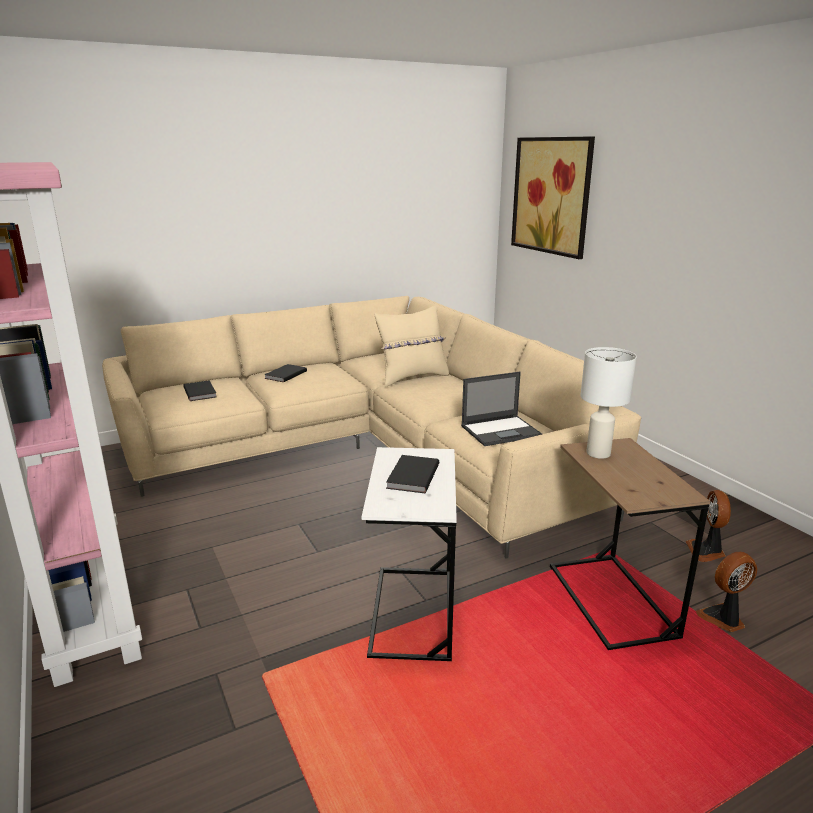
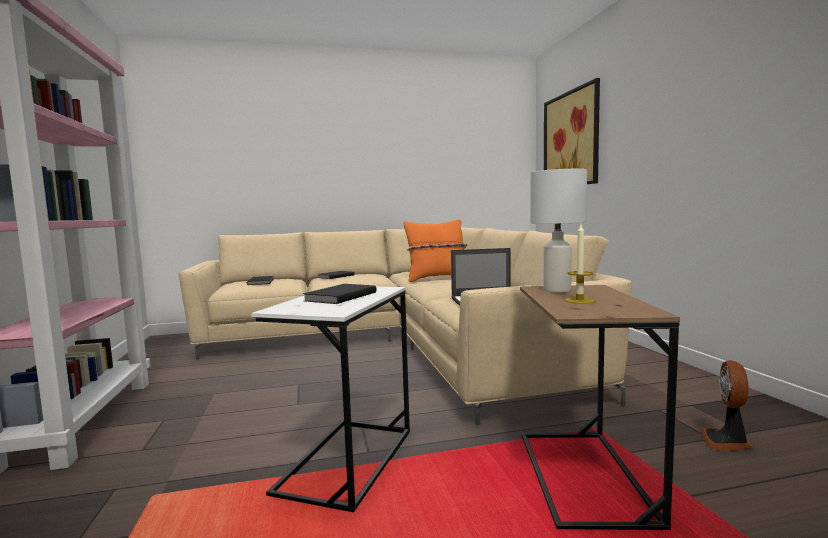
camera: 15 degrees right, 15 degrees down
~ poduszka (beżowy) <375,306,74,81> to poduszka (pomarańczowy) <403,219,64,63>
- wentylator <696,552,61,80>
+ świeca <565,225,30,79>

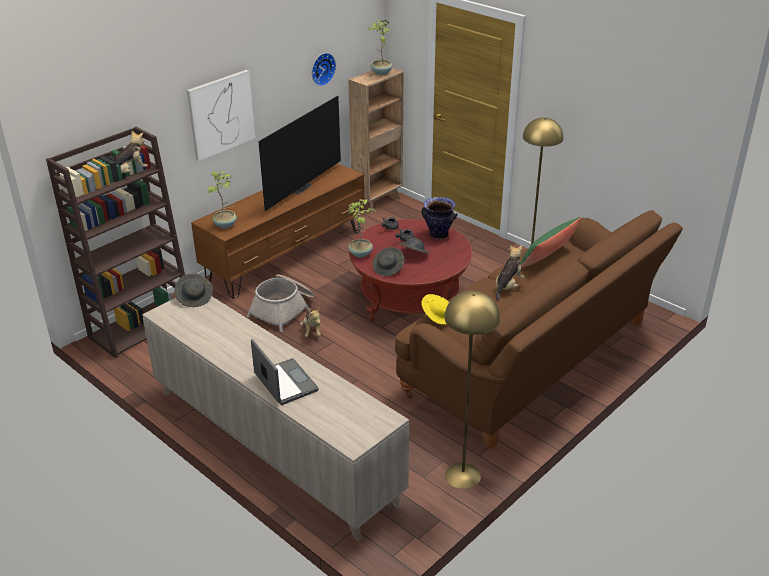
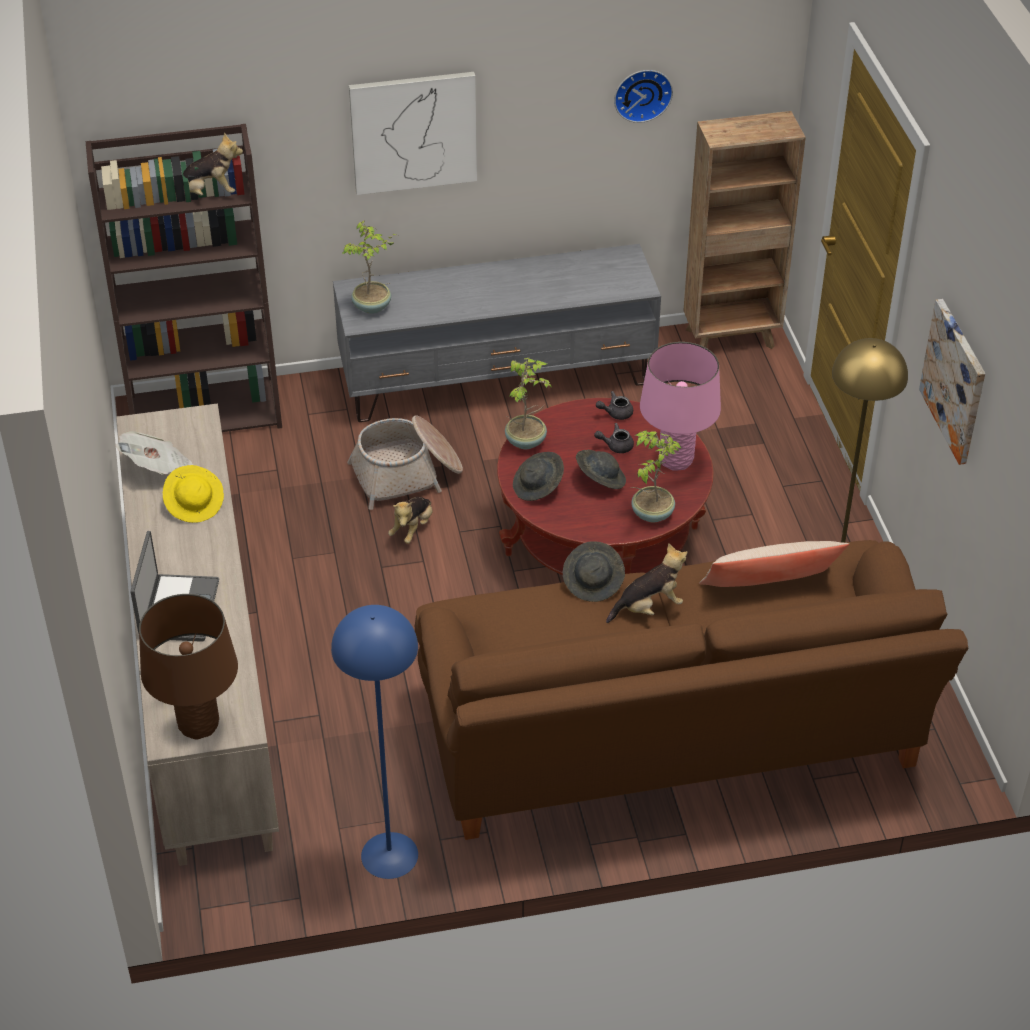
camera: 35 degrees right, 10 degrees up
~ kapelusz (szary) <174,273,39,34> to <563,541,62,61>
~ szafka pod telewizor (brązowy) <191,163,174,136> to szafka pod telewizor (szary) <333,244,328,178>
- telewizor <258,96,83,115>
~ roślina doniczkowa <368,20,24,55> to <630,430,52,92>
~ wazon <422,197,36,42> to lampa stołowa (różowy) <640,342,81,129>
~ kapelusz (żółty) <422,294,27,31> to <163,465,61,58>
~ lampa stojąca (żółty) <445,290,55,199> to lampa stojąca (niebieski) <331,605,87,274>
~ poduszka (zielony) <520,217,61,51> to poduszka (beżowy) <699,541,150,46>
+ gazeta <115,431,79,44>
+ lampa stołowa (brązowy) <139,594,99,146>
+ obraz <919,299,66,166>

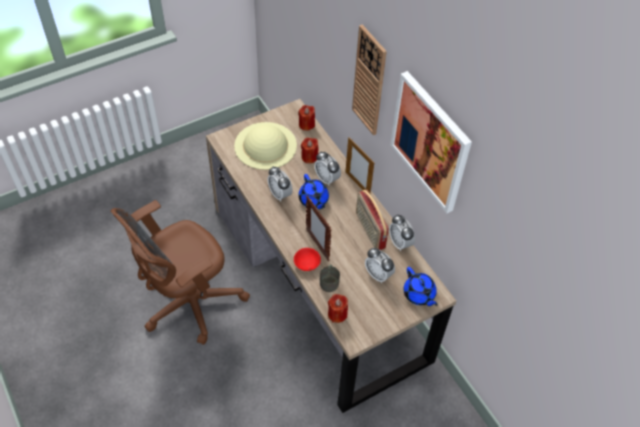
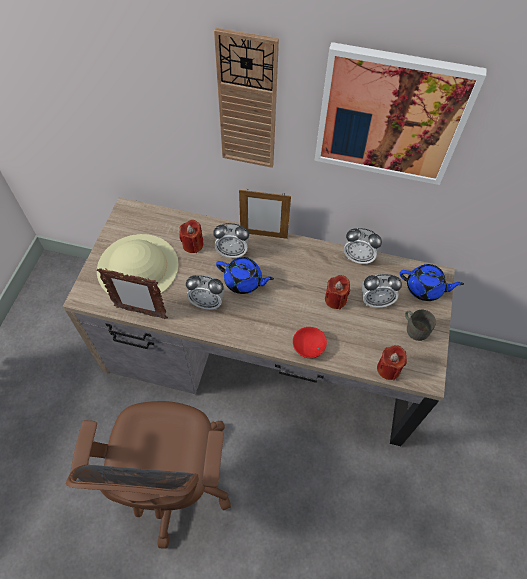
camera: 45 degrees left, 5 degrees up
~ świeca (czerwony) <298,105,17,25> to <325,275,25,34>
~ ramka na zdjęcie <306,196,26,65> to <97,268,71,51>
~ kubek (szary) <320,264,20,28> to <405,310,31,31>
- radio <356,190,33,60>

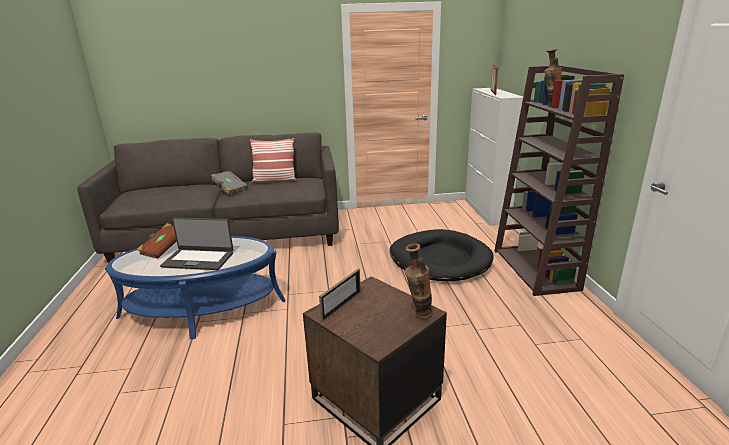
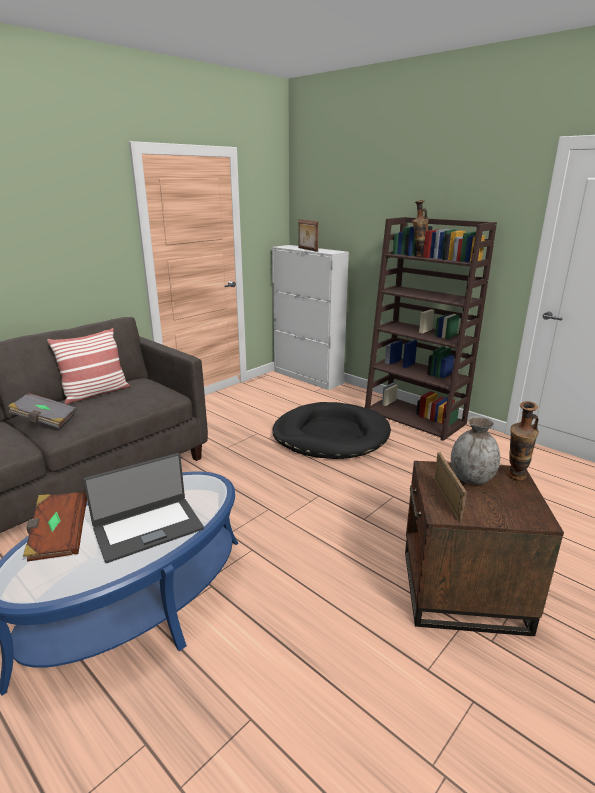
camera: 40 degrees left, 0 degrees up
+ wazon (szary) <451,416,49,69>

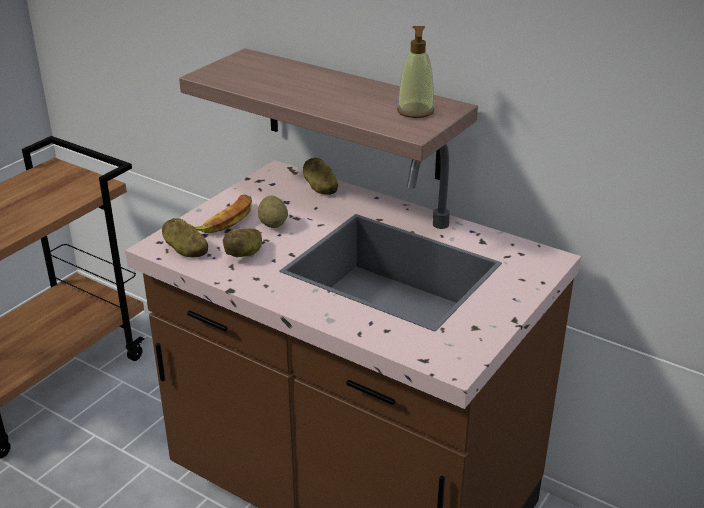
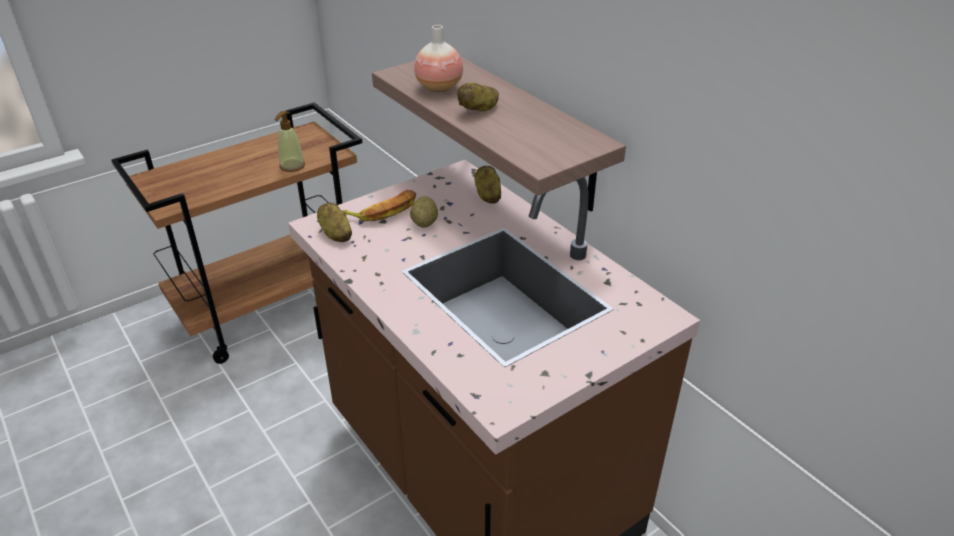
camera: 20 degrees right, 5 degrees up
~ ziemniak <223,228,39,29> to <457,83,42,28>
~ dozownik mydła <397,26,37,92> to <275,111,30,61>
+ wazon <414,25,49,67>

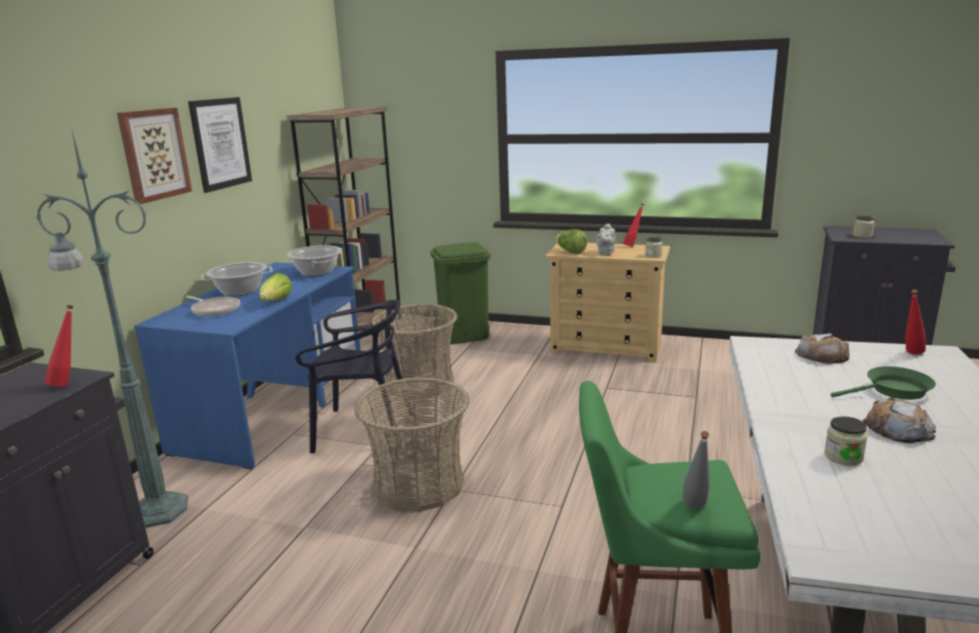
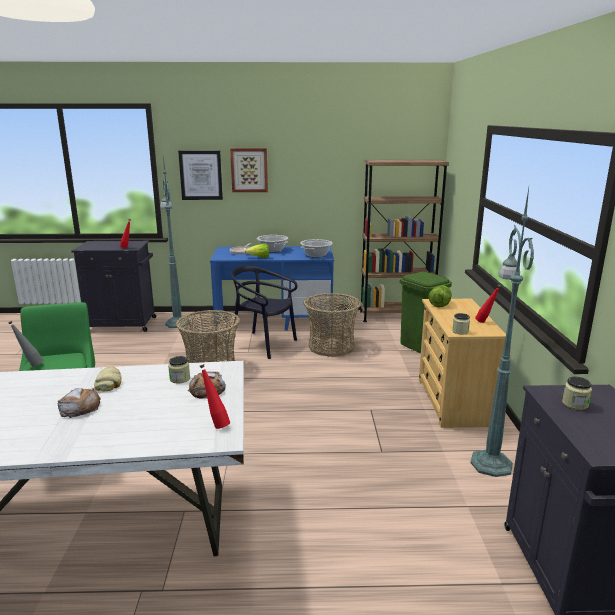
camera: 70 degrees right, 0 degrees up
~ obraz <188,97,64,96> to <178,151,45,49>
~ krzesło (czarny) <295,300,117,153> = <231,265,67,94> 135 degrees clockwise
- imbryk (szary) <595,223,21,32>
~ słoik <824,416,44,50> to <168,356,22,27>
- patelnia (zielony) <831,366,105,34>
+ chleb <94,366,28,25>
+ lampa stojąca (zielony) <471,188,63,289>

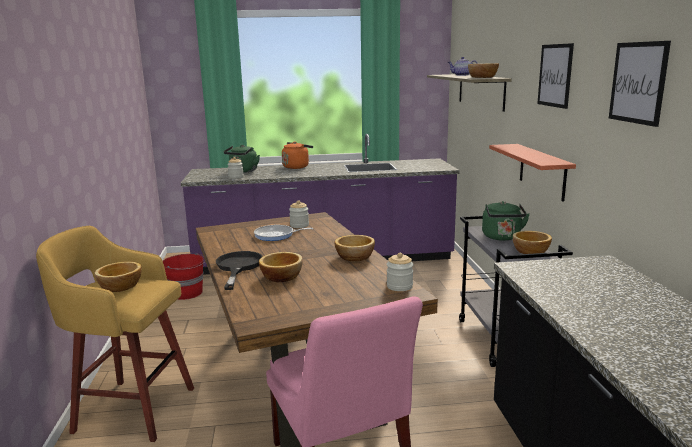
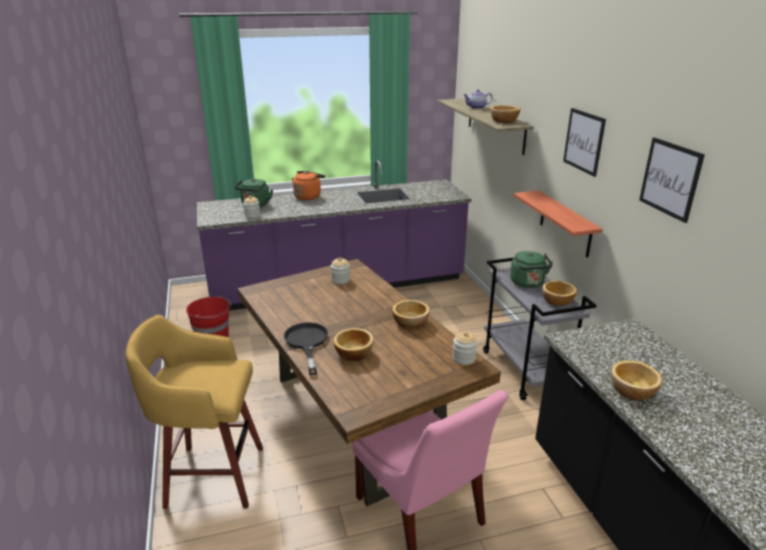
camera: 10 degrees left, 10 degrees up
~ miska <95,261,47,31> to <611,360,51,41>
- patelnia <254,225,59,16>

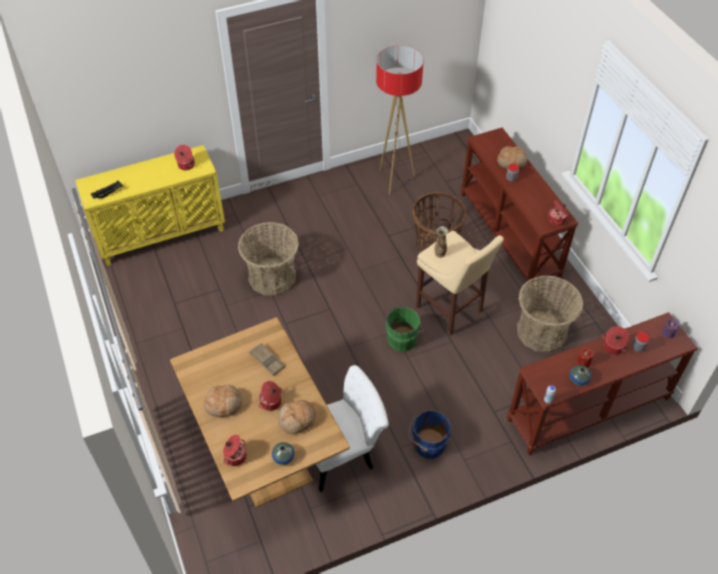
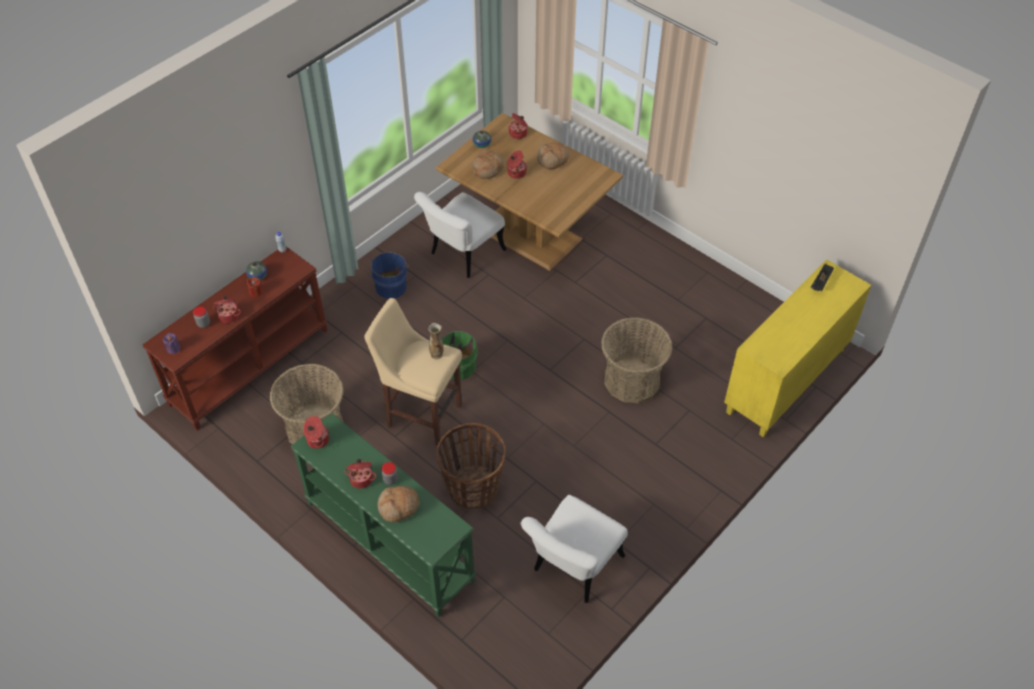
camera: 155 degrees right, 0 degrees up
~ garnek <174,145,21,25> to <345,459,31,29>
- taca (brązowy) <249,343,36,33>
~ lampa stojąca <376,46,47,148> to krzesło (biały) <521,495,107,108>
~ stolik konsolowy (brązowy) <461,128,118,157> to stolik konsolowy (zielony) <291,413,185,204>

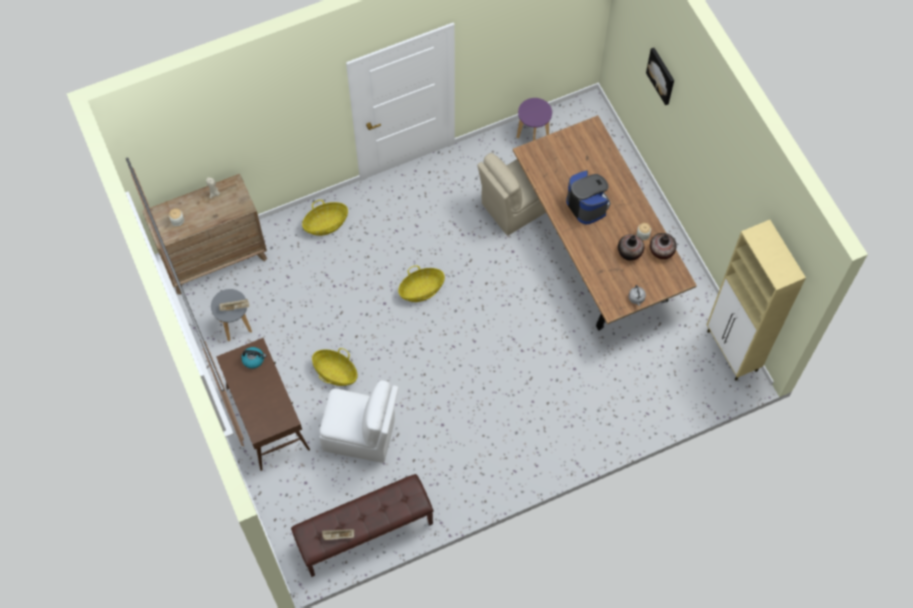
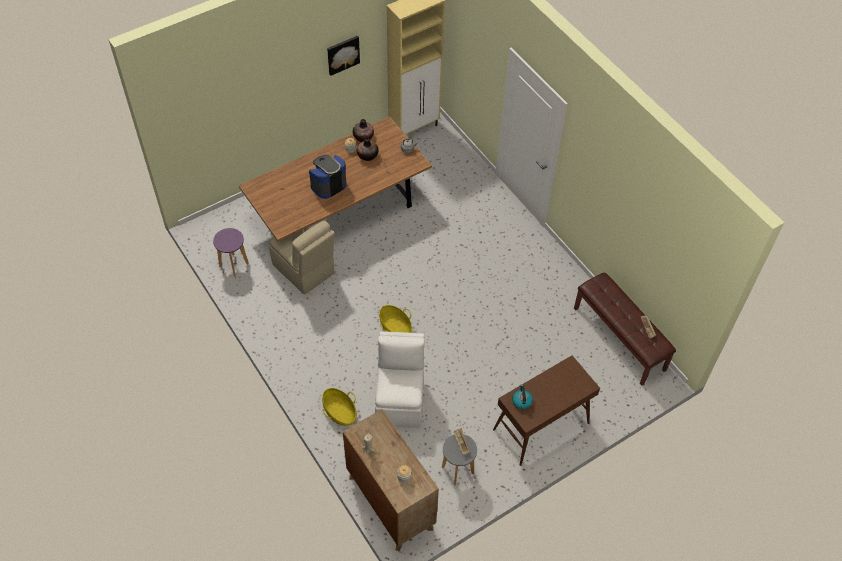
camera: 100 degrees left, 10 degrees down
- koszyk <312,348,45,38>
~ krzesło (biały) <319,380,80,83> to <375,331,50,97>
~ obraz <646,48,28,57> to <327,36,33,40>

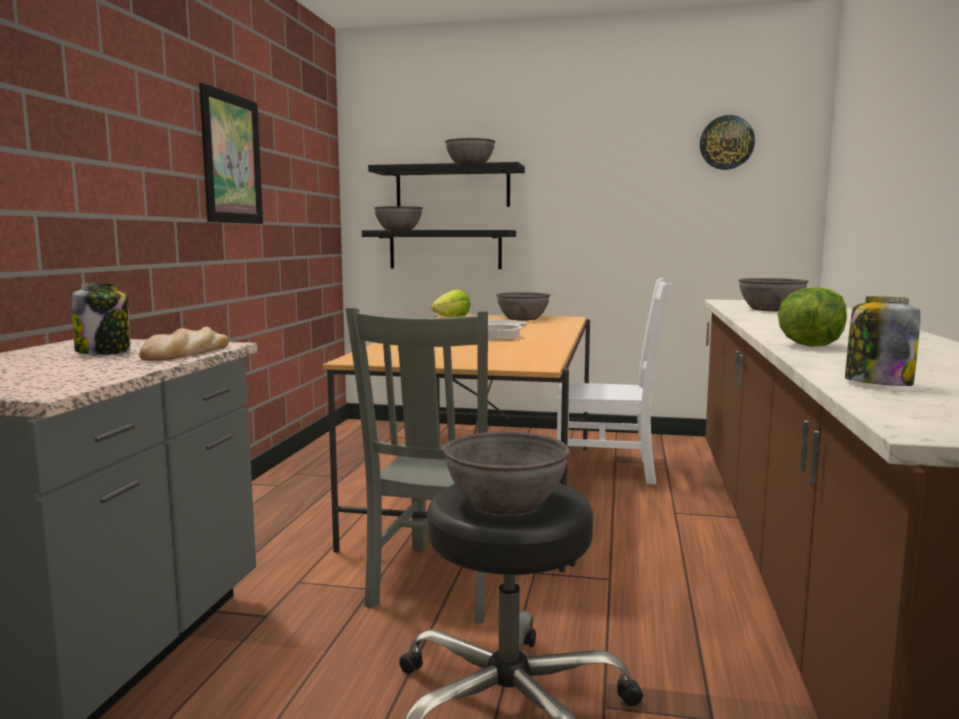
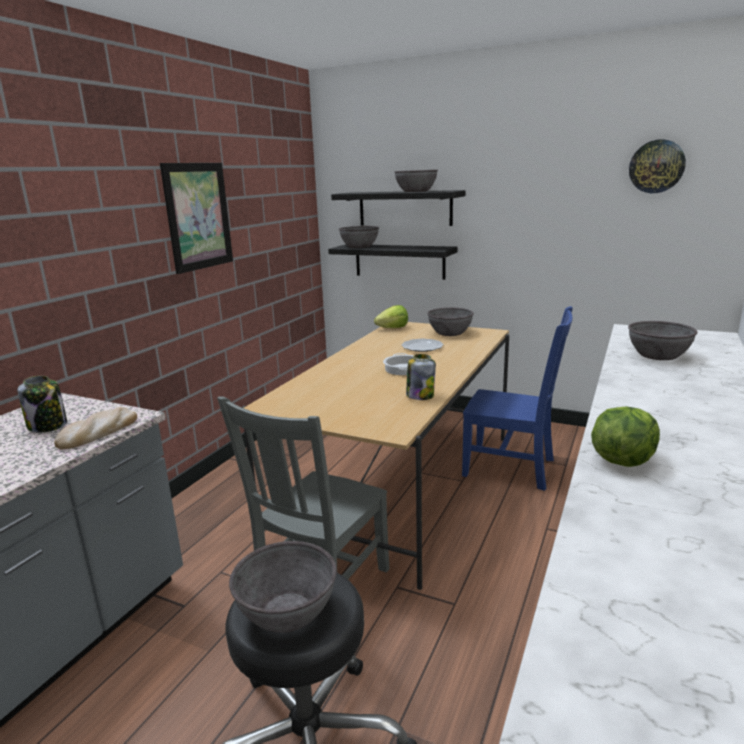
camera: 15 degrees right, 10 degrees up
~ krzesło (biały) <557,278,115,207> to krzesło (niebieski) <462,306,111,185>
~ słoik <845,296,76,90> to <406,354,30,46>

